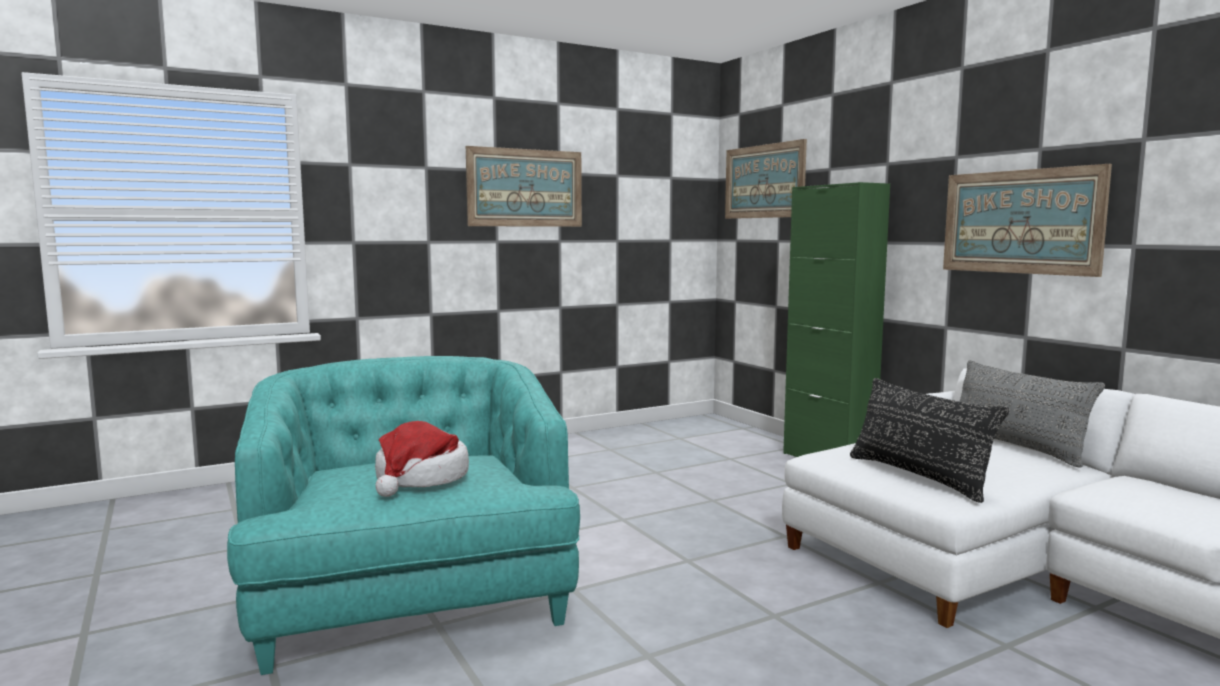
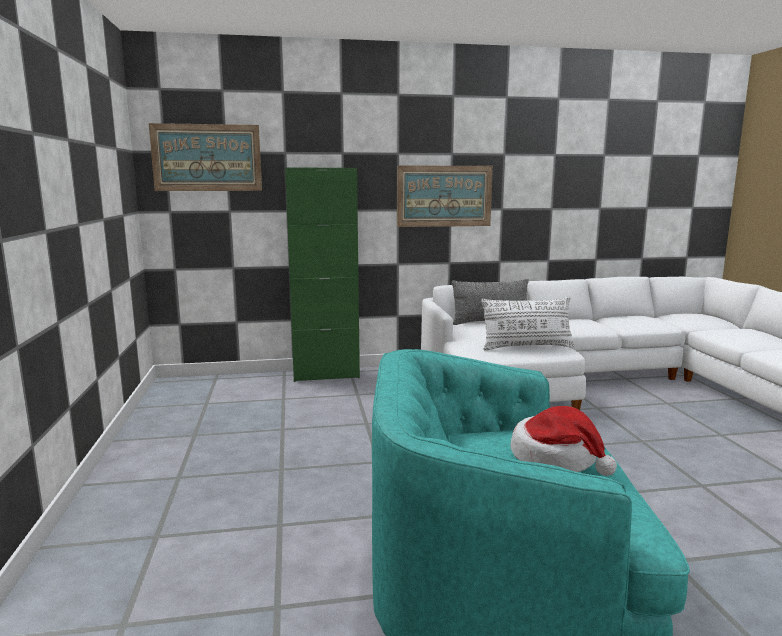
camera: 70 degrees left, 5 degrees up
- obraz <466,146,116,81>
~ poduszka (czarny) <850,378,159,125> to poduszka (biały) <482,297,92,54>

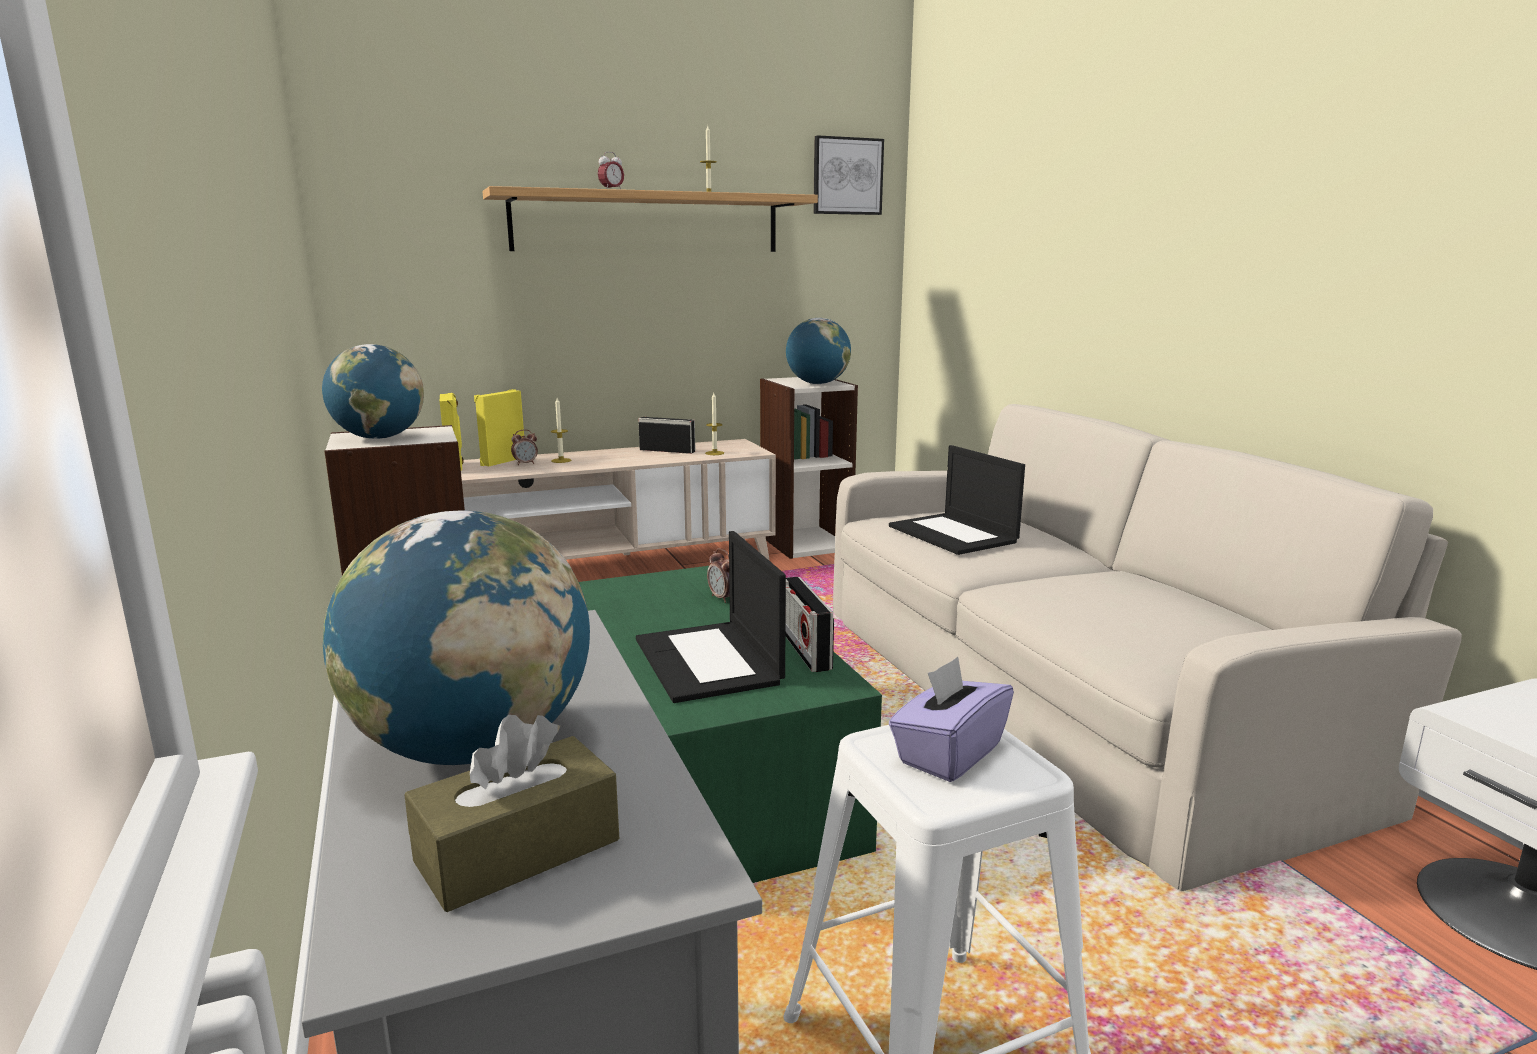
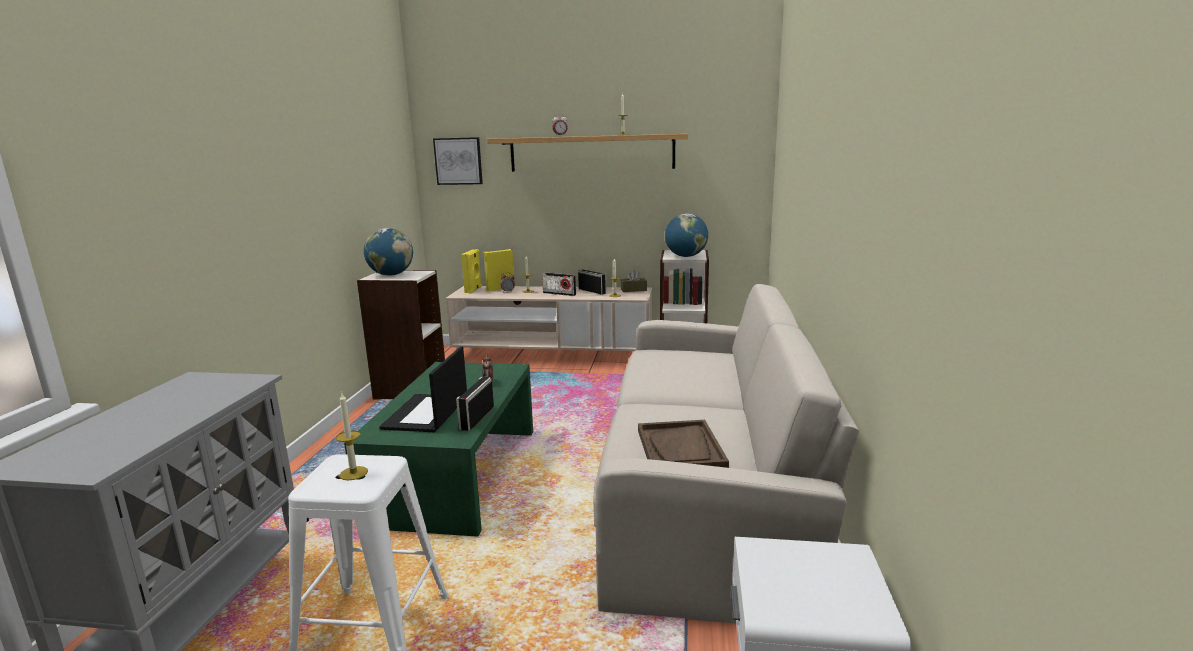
camera: 30 degrees right, 0 degrees up
- globus <323,510,267,255>
~ pudełko chusteczek (brązowy) <404,715,215,197> to <620,270,27,22>
~ obraz <813,135,71,80> to <433,137,50,48>
- laptop <889,445,136,110>
~ pudełko chusteczek (fioletowy) <889,657,125,125> to świeca <336,393,32,87>
+ radio <542,273,34,23>
+ taca (brązowy) <638,420,91,48>

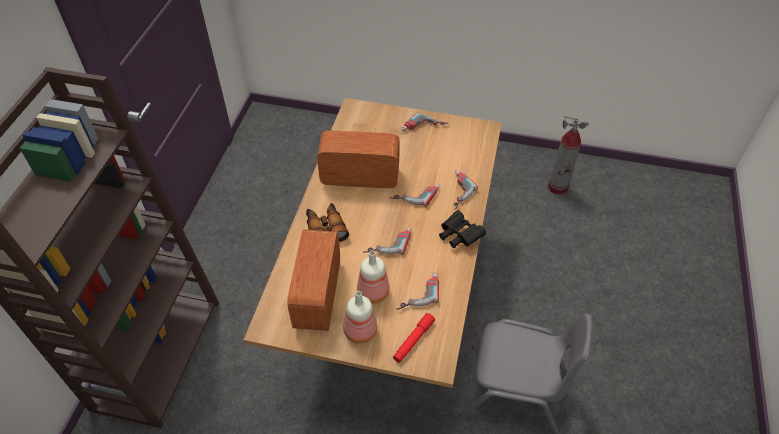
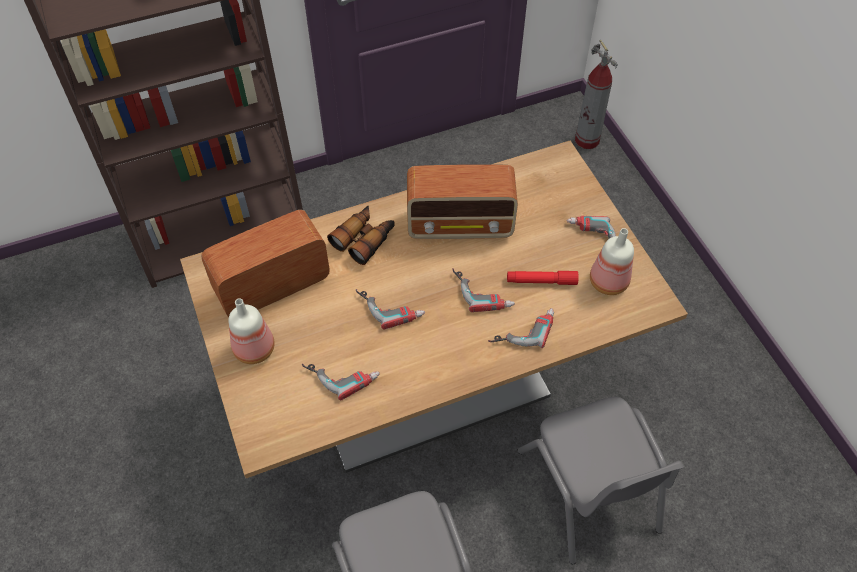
camera: 55 degrees right, 5 degrees up
~ radio <317,131,83,57> = <407,164,111,75> 120 degrees clockwise
~ butelka <357,251,33,53> to <590,228,44,67>
~ latarka (czerwony) <393,313,42,50> to <507,271,72,14>
- lornetka (czarny) <439,210,47,38>
~ gaśnica <548,116,41,79> to <575,40,43,109>
+ krzesło (szary) <518,397,166,167>

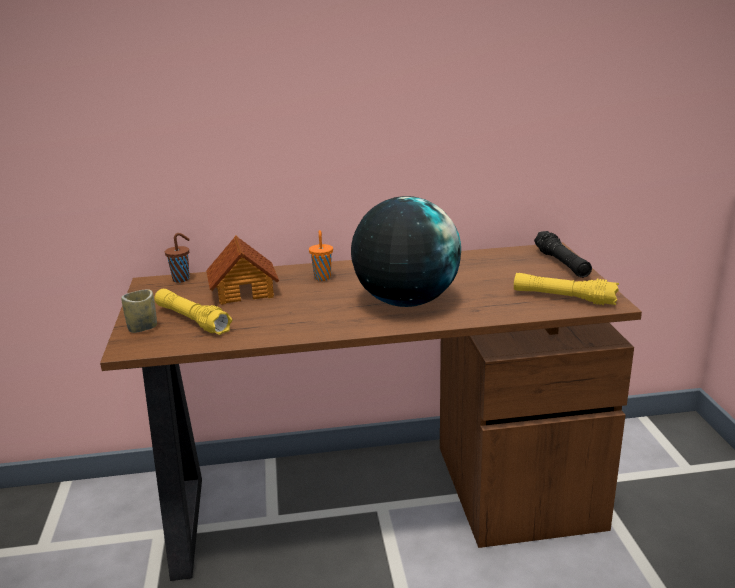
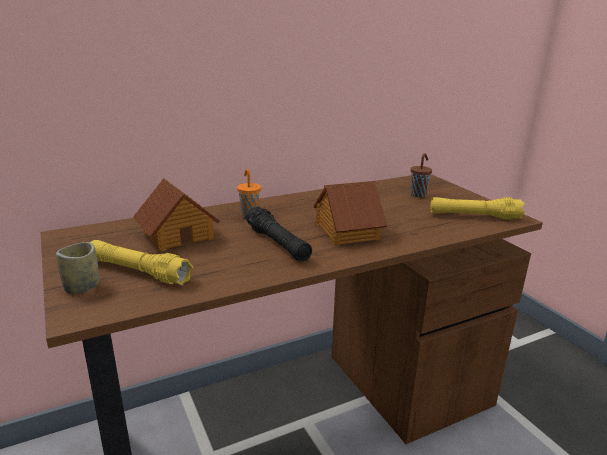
camera: 20 degrees left, 0 degrees up
~ filiżanka (brązowy) <165,233,25,50> to <411,153,21,44>
~ globus <351,196,110,111> to domek <313,181,74,64>
~ latarka (czarny) <534,231,58,47> to <245,206,67,56>

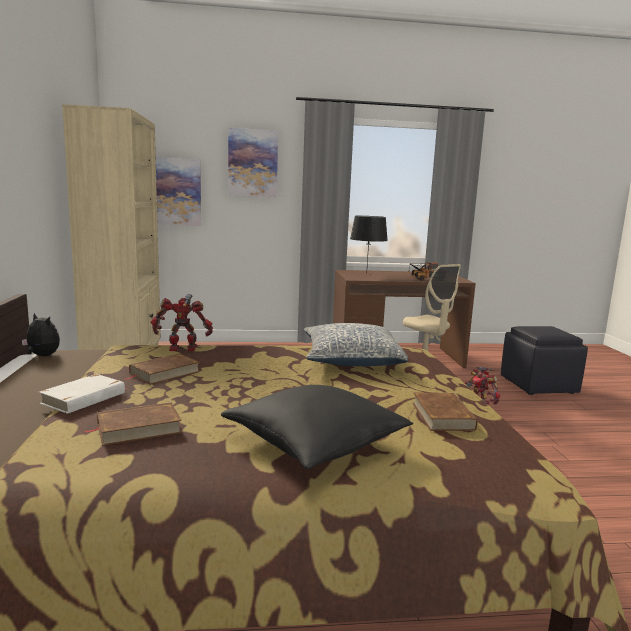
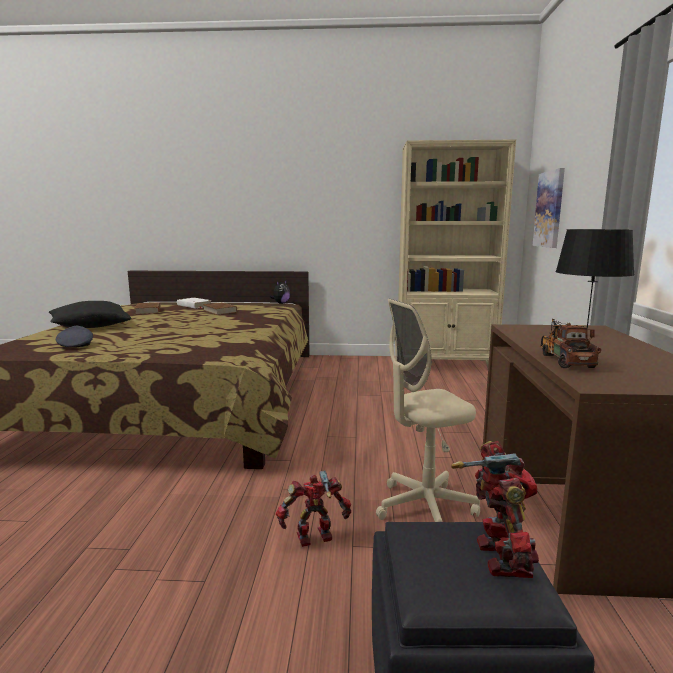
camera: 100 degrees right, 0 degrees up
~ robot zabawkowy <151,294,62,57> to <451,441,88,137>
- obraz <228,128,50,69>
- poduszka <304,323,104,43>
~ książka (brązowy) <412,392,66,39> to czapka z daszkiem (szary) <56,326,37,22>

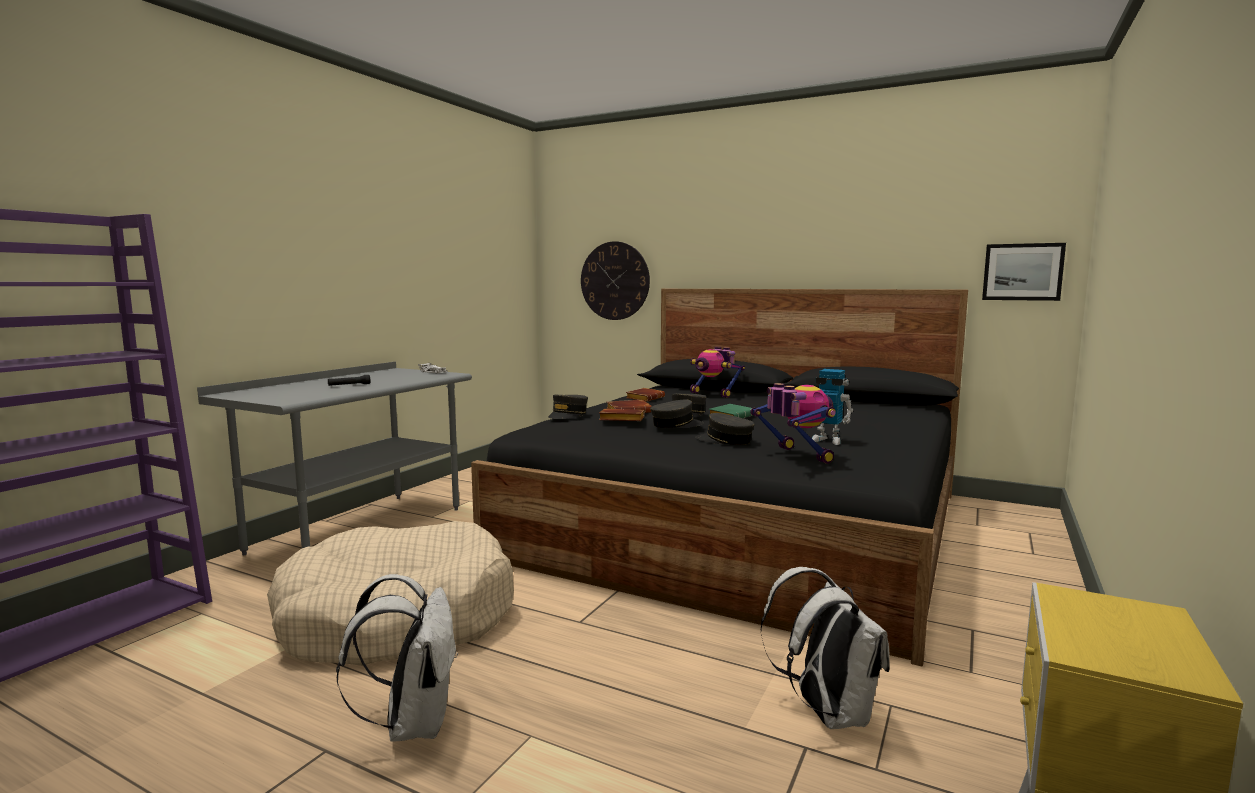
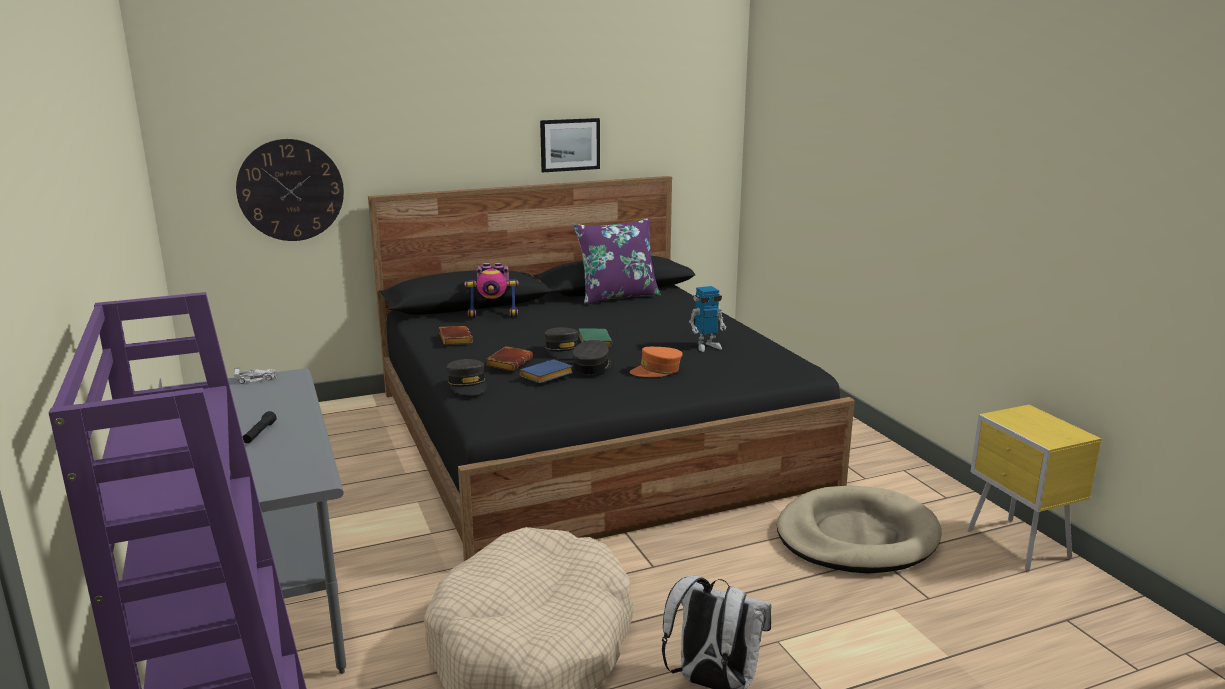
camera: 50 degrees left, 10 degrees up
~ książka (brązowy) <599,409,45,12> to książka (niebieski) <519,359,54,24>
~ czapka z daszkiem (szary) <695,413,60,32> to czapka z daszkiem (pomarańczowy) <630,347,52,30>
- robot zabawkowy <750,383,86,81>
~ plecak (biały) <760,567,130,162> to legowisko (beżowy) <777,486,165,88>
~ obraz <982,243,84,58> to <540,118,60,54>
+ poduszka (fioletowy) <574,218,87,87>

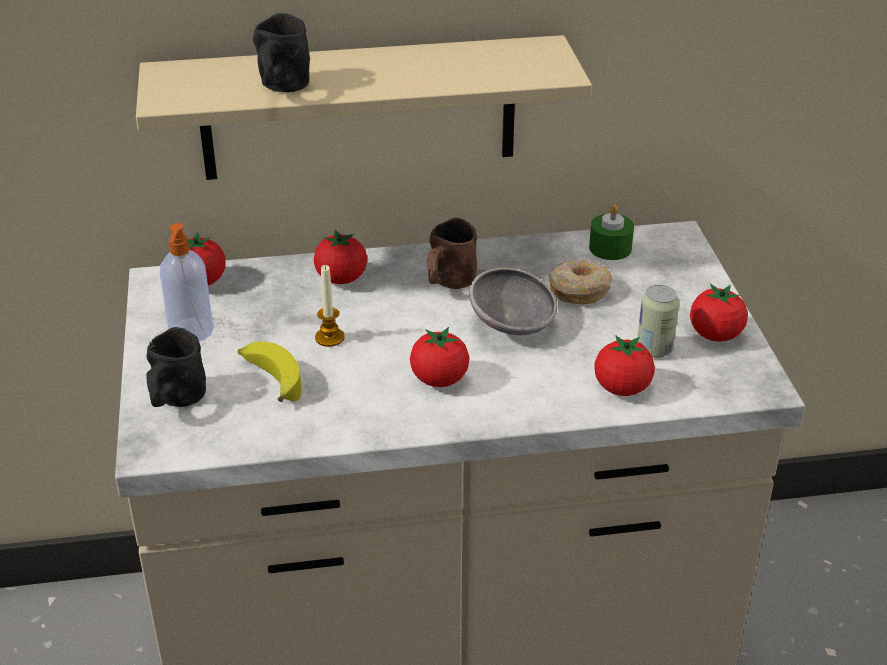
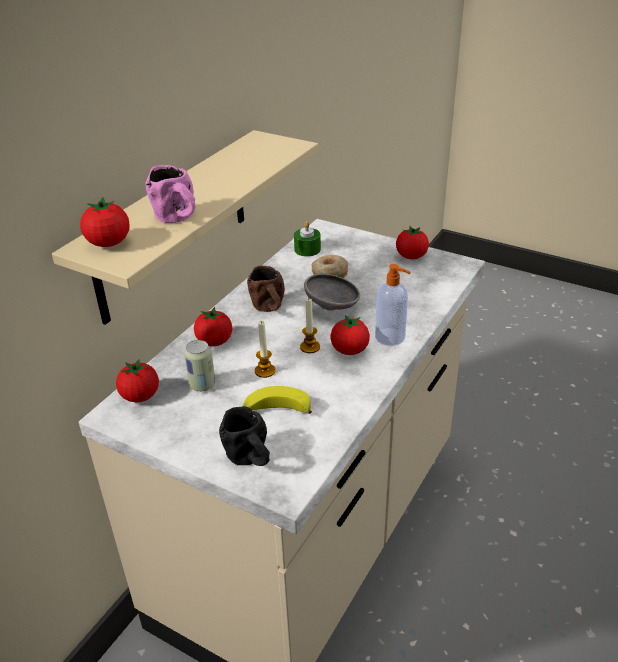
camera: 50 degrees left, 0 degrees up
~ dozownik mydła <160,223,54,119> to <375,264,36,82>
~ kubek (czarny) <253,13,57,79> to kubek (różowy) <146,165,50,58>
~ pomidor <594,335,61,61> to <80,197,50,50>
~ puszka <637,285,42,73> to <184,340,32,51>
+ świeca <300,298,20,55>

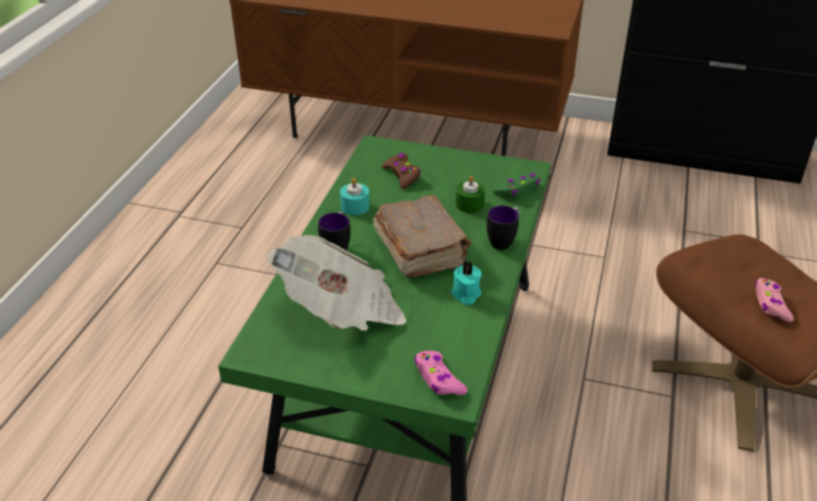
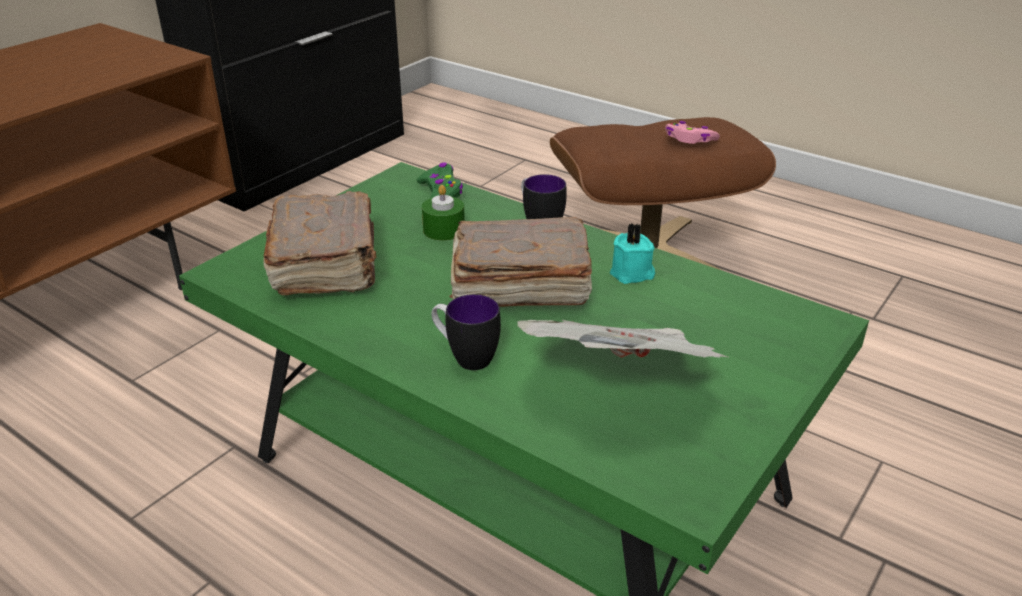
camera: 70 degrees left, 5 degrees down
- świeca (turkusowy) <340,178,30,37>
~ pad do gier (brązowy) <382,153,39,36> to książka (brązowy) <263,191,113,104>
- pad do gier (różowy) <414,351,54,44>

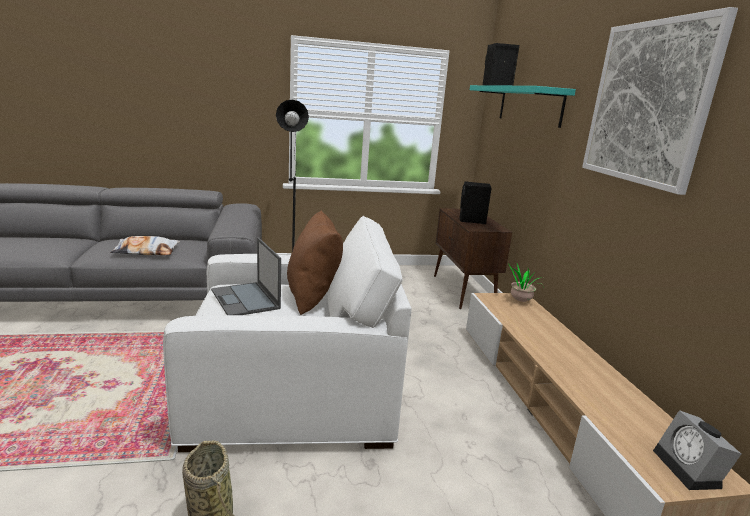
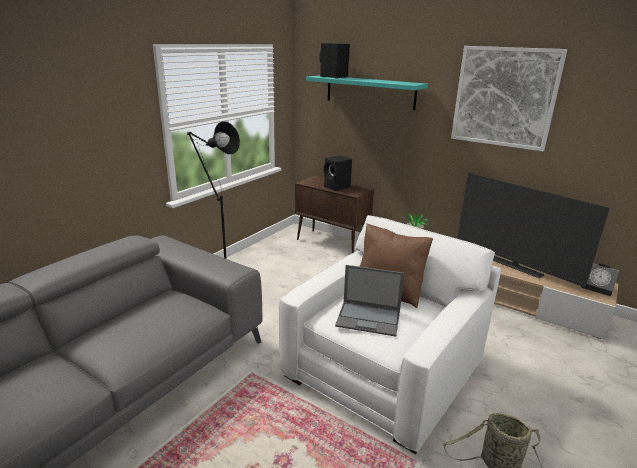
camera: 45 degrees left, 5 degrees up
- poduszka <110,236,70,19>
+ telewizor <457,173,152,114>

